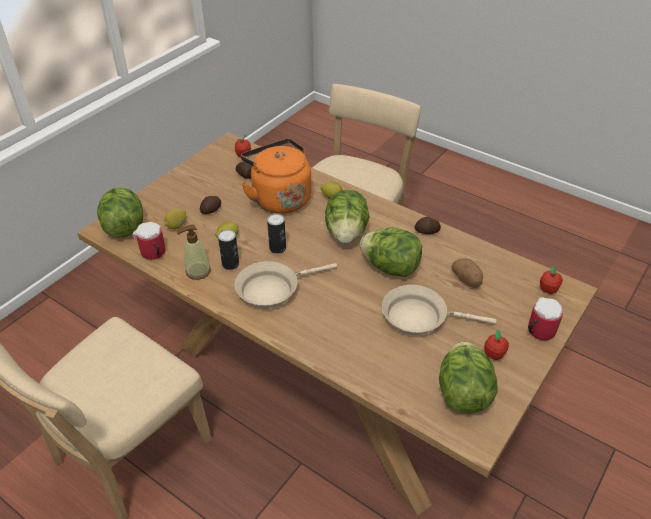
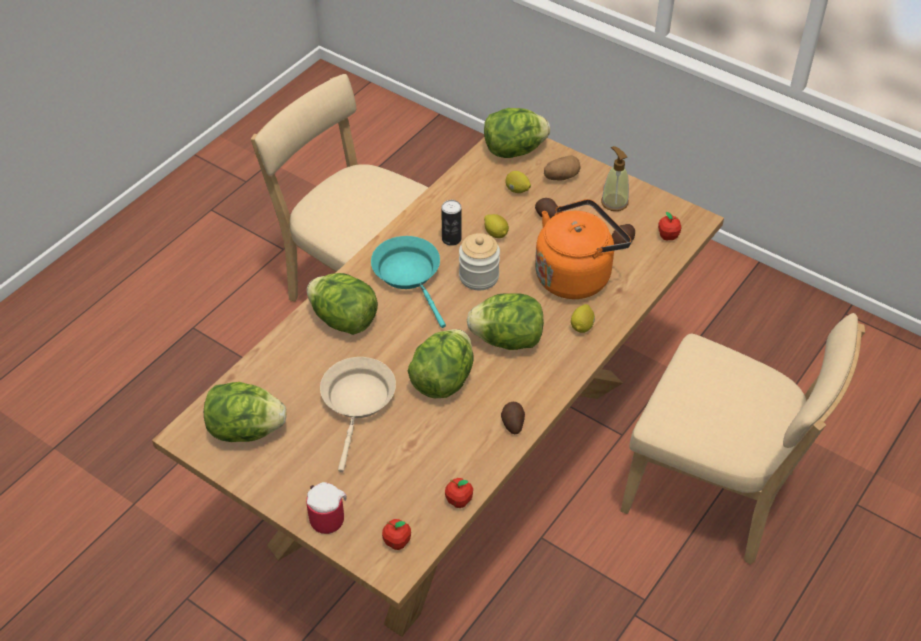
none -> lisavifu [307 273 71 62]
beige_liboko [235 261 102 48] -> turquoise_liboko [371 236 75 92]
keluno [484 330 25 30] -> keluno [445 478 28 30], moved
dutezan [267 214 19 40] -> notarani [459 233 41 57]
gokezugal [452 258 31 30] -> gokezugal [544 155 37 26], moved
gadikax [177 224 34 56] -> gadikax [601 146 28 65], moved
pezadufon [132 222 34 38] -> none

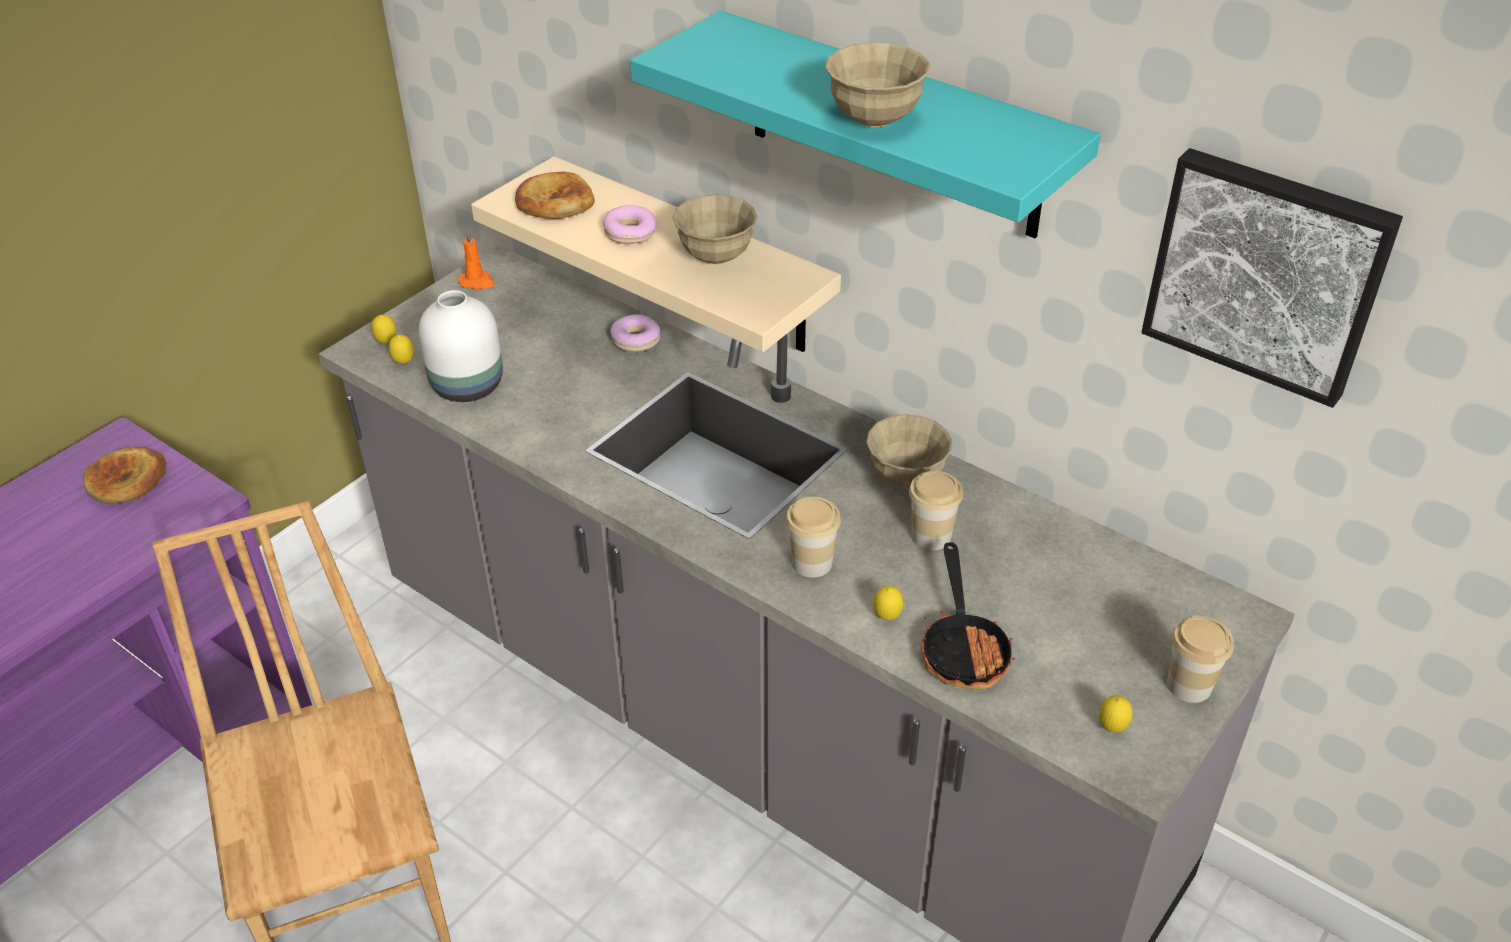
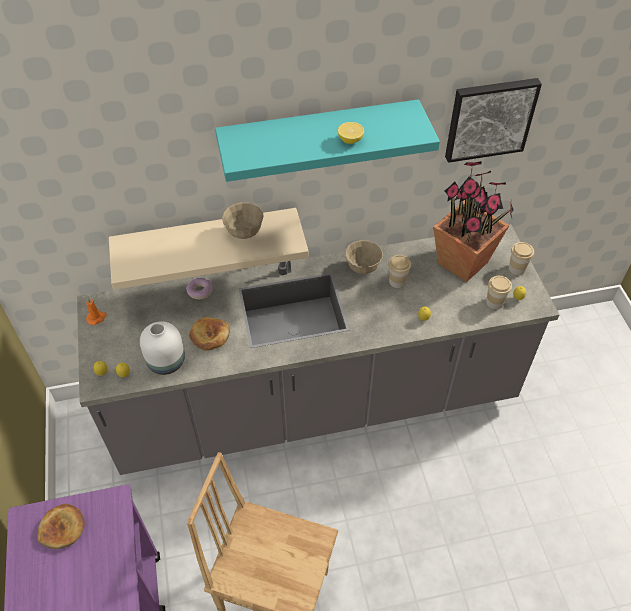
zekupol [515 172 79 47] -> zekupol [189 317 41 34], moved
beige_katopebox [825 42 105 85] -> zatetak [338 122 26 22]
none -> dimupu [433 161 81 121]
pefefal [786 497 55 81] -> pefefal [486 276 26 33], moved
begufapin [603 205 53 39] -> none
liboko [920 542 95 148] -> none

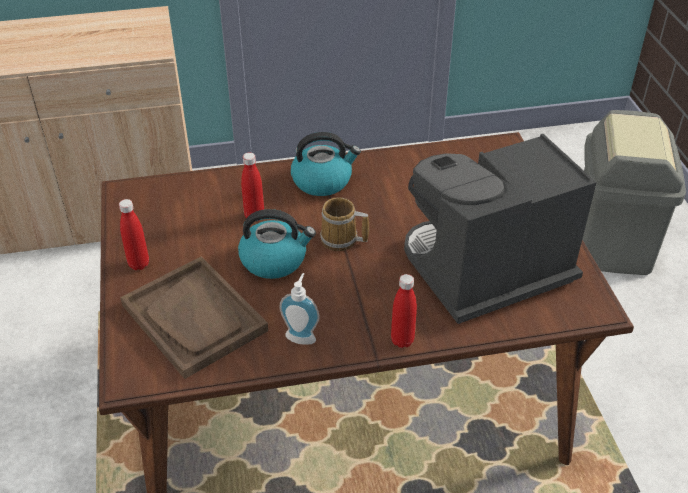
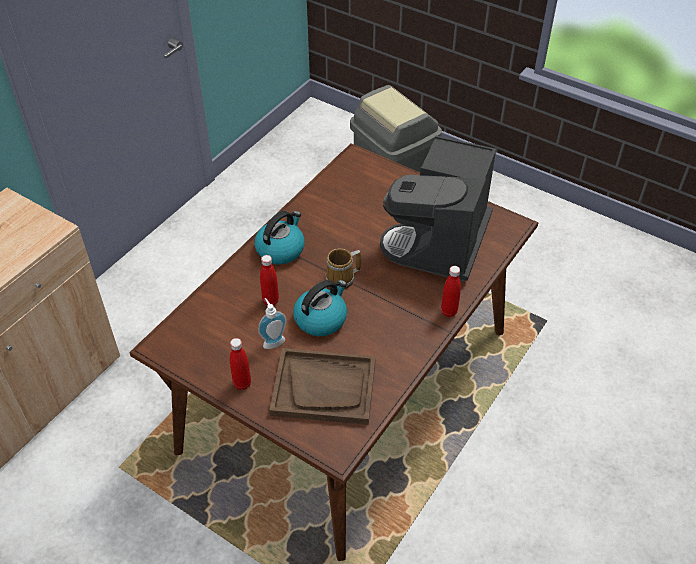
gadikax [279 273 41 72] -> gadikax [258 298 29 51], moved

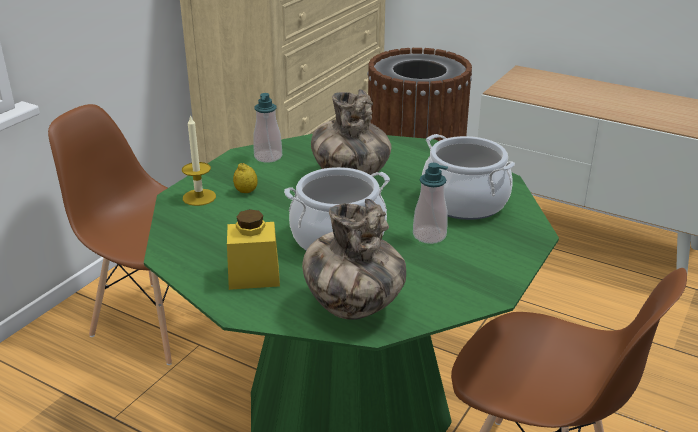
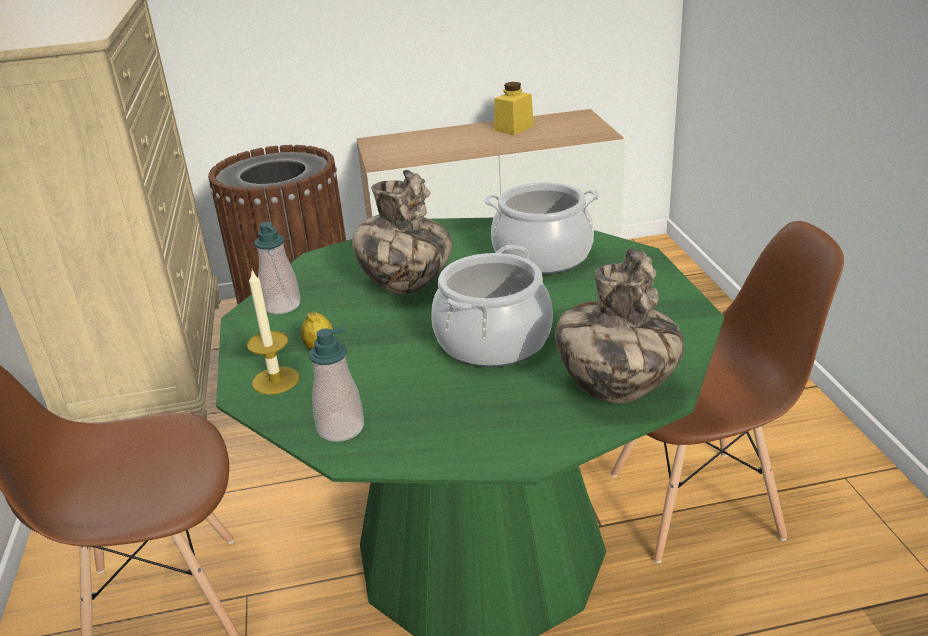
gadikax [413 163 35 81] -> gadikax [309 327 55 115], moved
yellow_notarani [227 209 53 81] -> yellow_notarani [494 82 40 53], moved

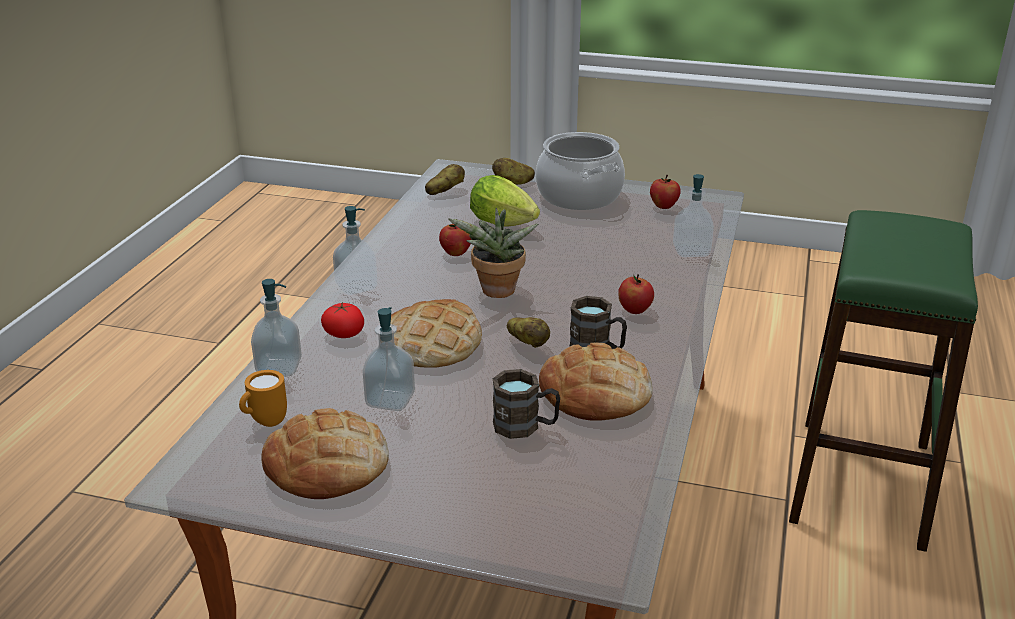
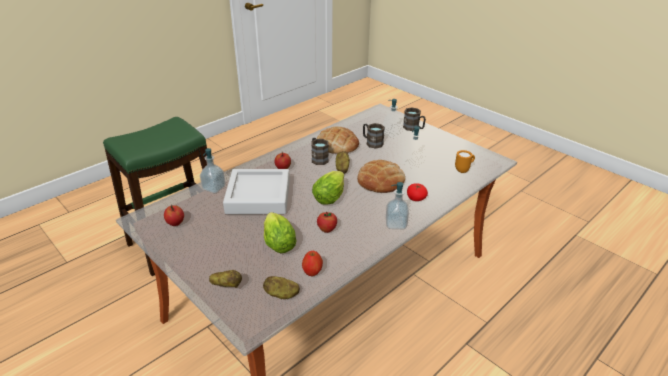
none -> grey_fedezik [223 169 67 45]
none -> keluno [302 251 21 25]
dimupu [448 208 90 90] -> lisavifu [312 171 32 34]
gadikax [251 279 51 97] -> gadikax [383 99 19 39], moved
none -> brown_pezadufon [403 107 23 24]
zekupol [261 408 128 91] -> none
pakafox [536 132 89 78] -> none

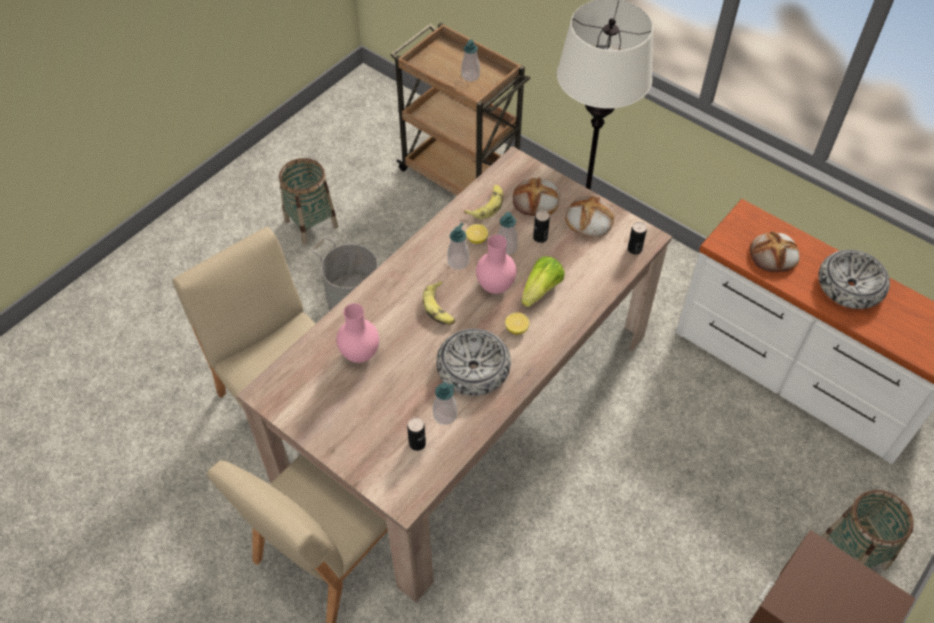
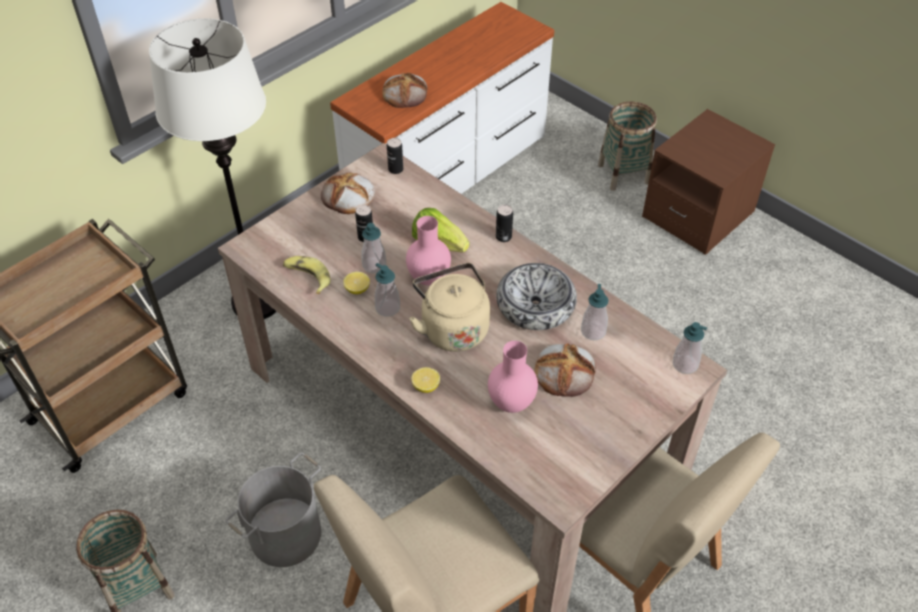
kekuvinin [423 281 33 44] -> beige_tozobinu [409 263 81 89]
zatetak [505 312 24 22] -> zatetak [411 367 29 26], moved
dutezan [407 418 19 33] -> dutezan [496 205 17 37], moved
zekupol [512 177 48 39] -> zekupol [534 343 62 54], moved
gadikax [461 39 19 42] -> gadikax [673 322 34 52], moved
katopebox [818 250 72 59] -> none

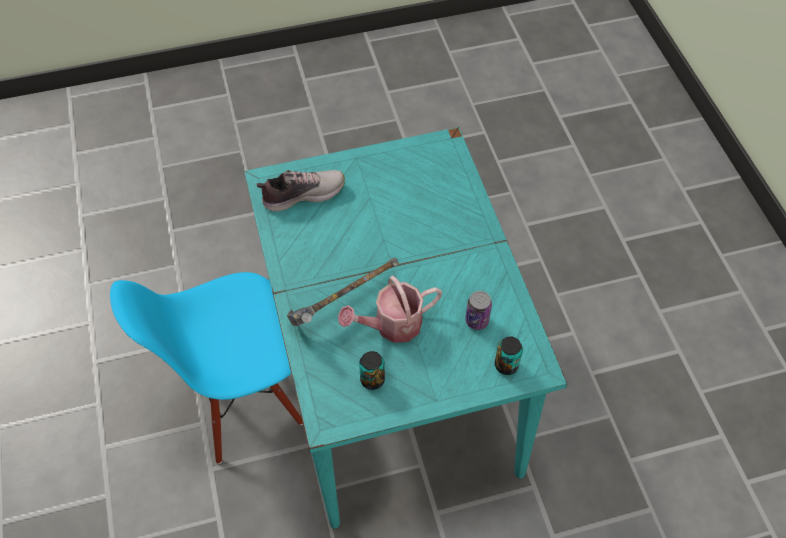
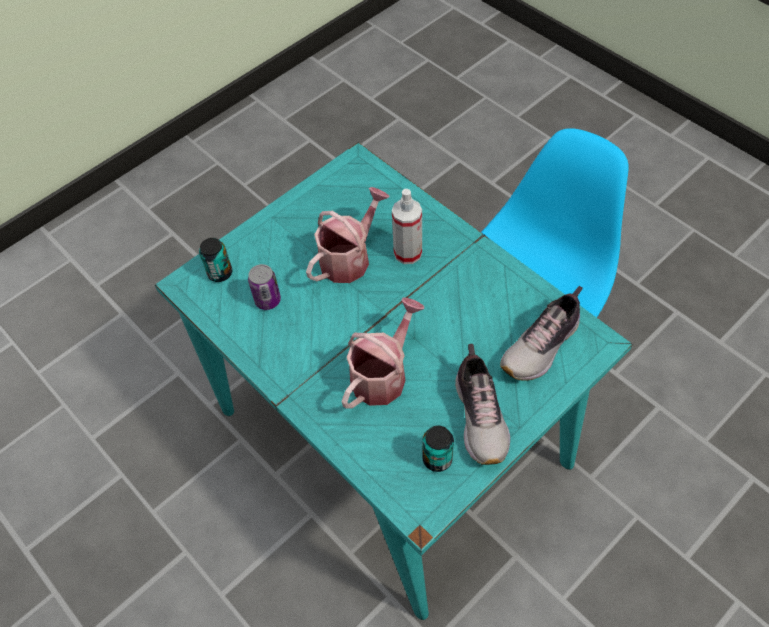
none -> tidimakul [342 298 82 111]
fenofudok [287 258 112 68] -> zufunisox [392 189 30 75]
dutezan [359 351 26 39] -> dutezan [422 426 32 46], moved
none -> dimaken [455 344 55 121]

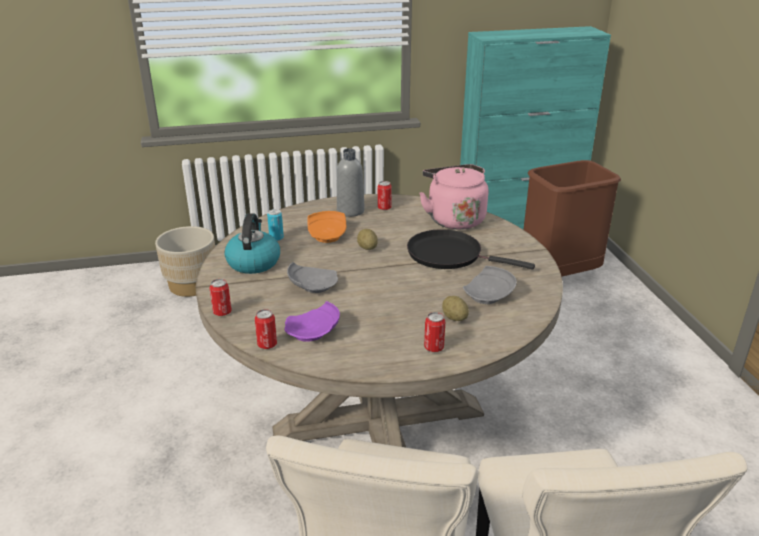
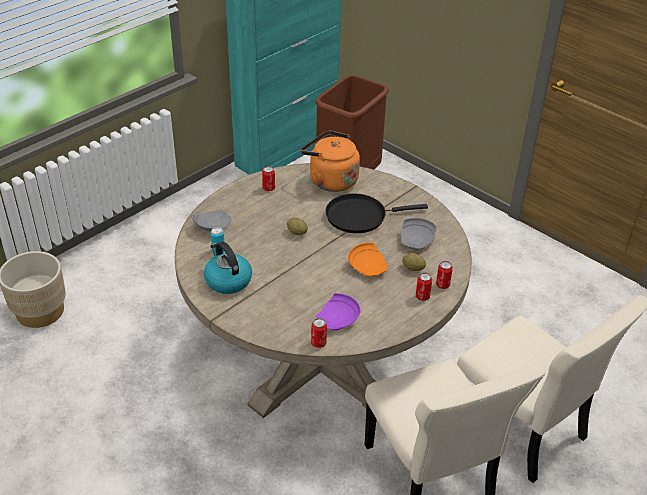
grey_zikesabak [287 262 51 31] -> grey_zikesabak [192 210 40 22], moved
pink_tozobinu [419 164 69 65] -> orange_tozobinu [301 131 59 61]
orange_zikesabak [307 211 39 32] -> orange_zikesabak [348 242 40 35], moved
dutezan [210 279 22 37] -> dutezan [436 261 17 28], moved
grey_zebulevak [337 148 28 69] -> none

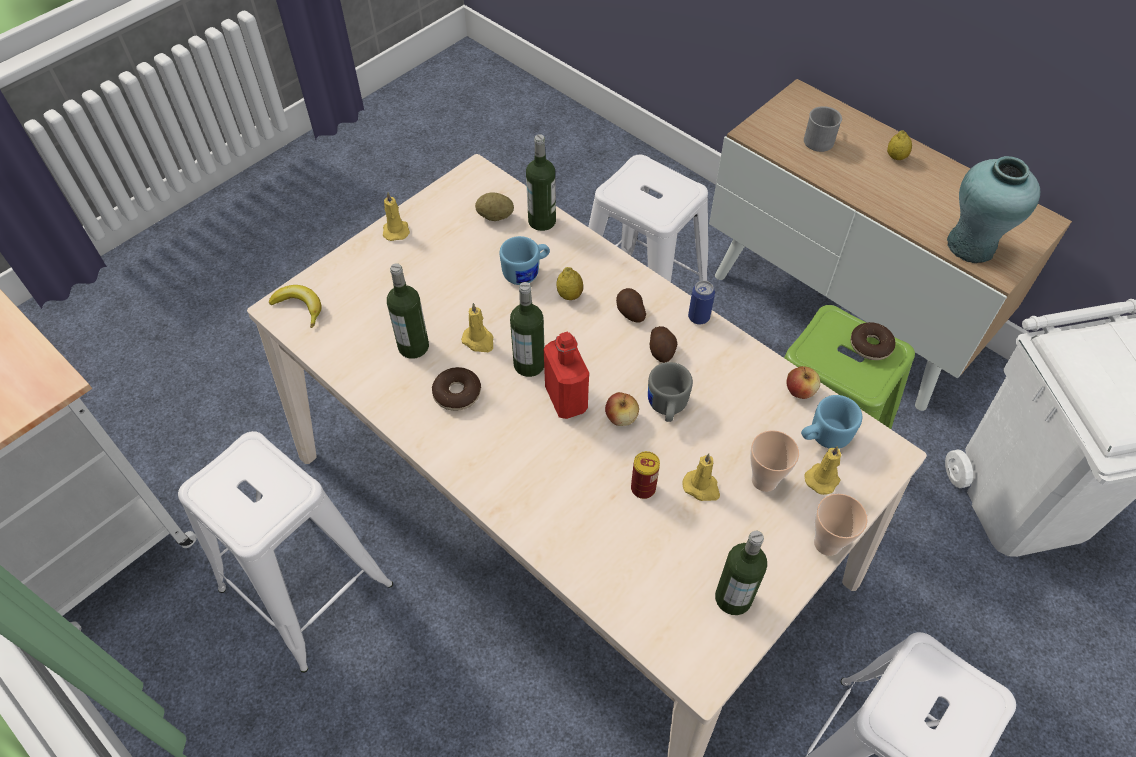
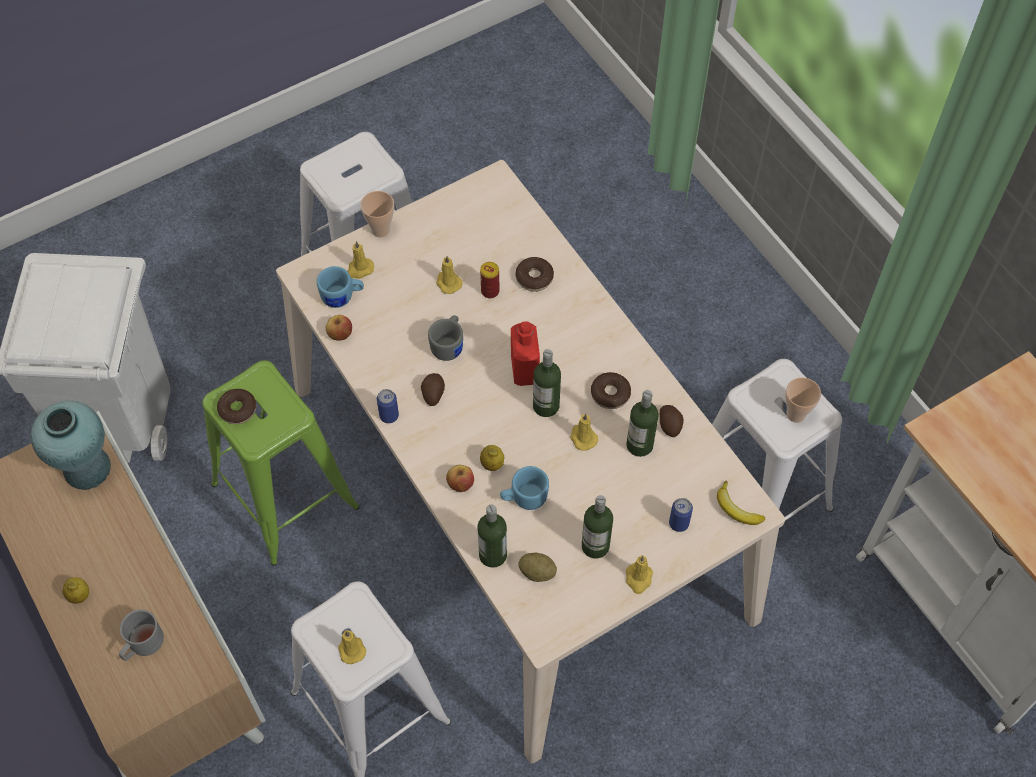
none -> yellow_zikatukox [338 630 29 34]
keluno [605 392 34 34] -> keluno [446 465 28 27], moved
none -> begufapin [516 257 38 34]
zebulevak [715 531 52 84] -> zebulevak [582 495 31 64], moved
gokezugal [616 288 30 35] -> gokezugal [660 405 24 32], moved
none -> dutezan [669 498 24 34]
pefefal [750 430 49 62] -> pefefal [785 377 36 46], moved

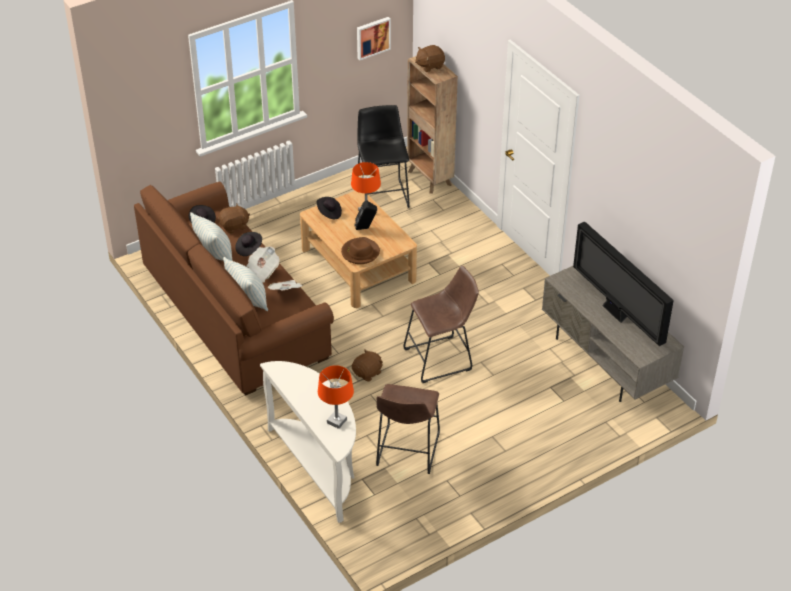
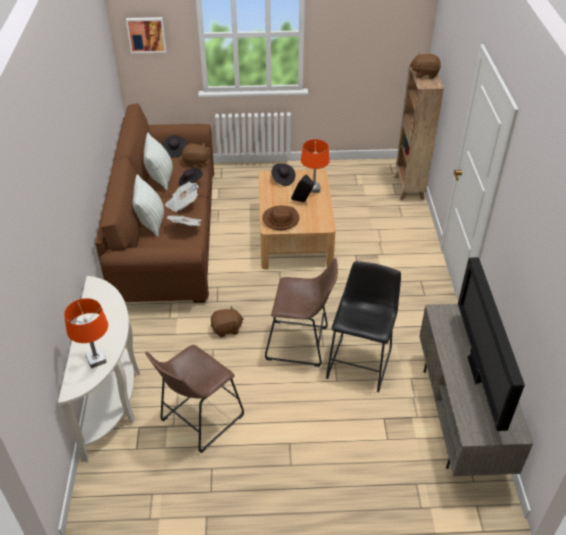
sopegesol [357 17 34 43] -> sopegesol [126 17 41 36], moved
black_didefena [357 105 53 103] -> black_didefena [326 261 75 131], moved

